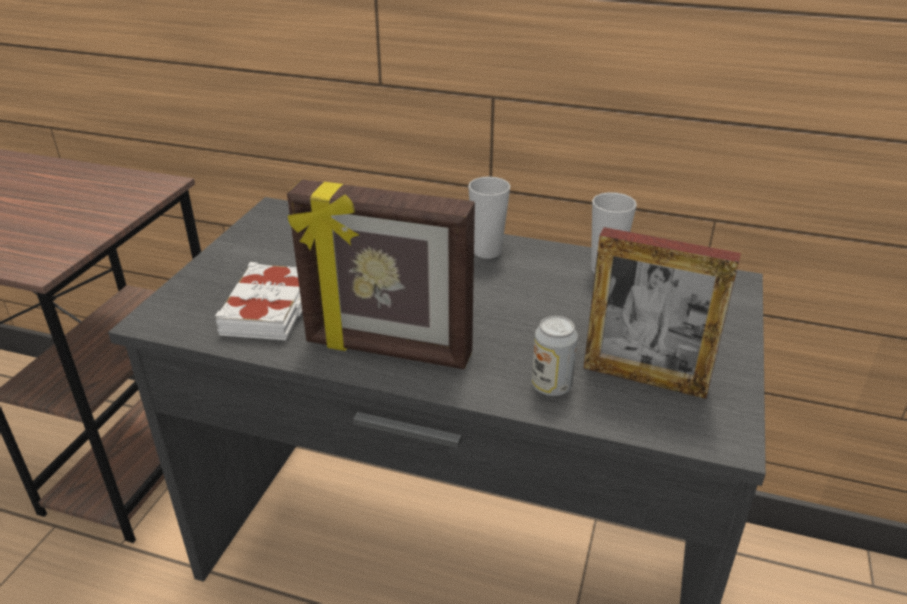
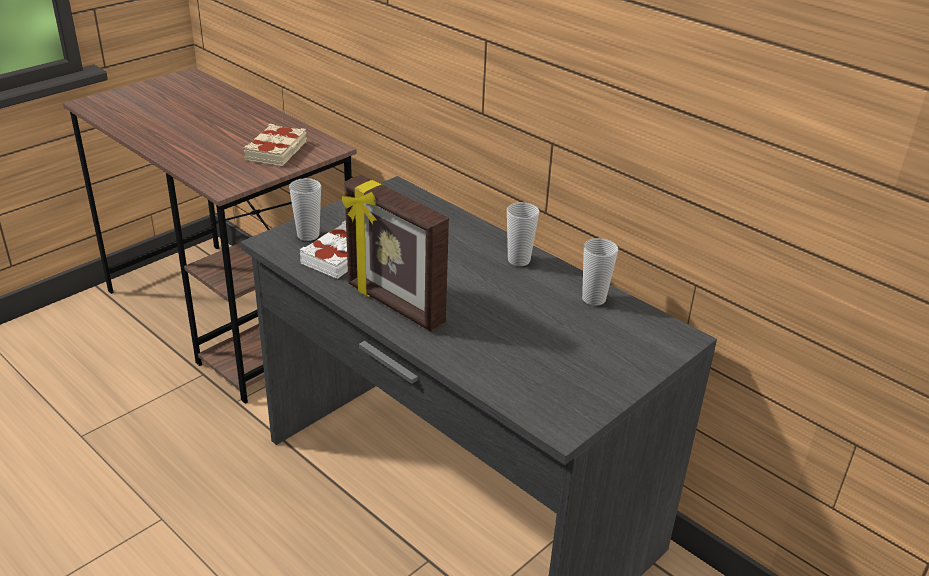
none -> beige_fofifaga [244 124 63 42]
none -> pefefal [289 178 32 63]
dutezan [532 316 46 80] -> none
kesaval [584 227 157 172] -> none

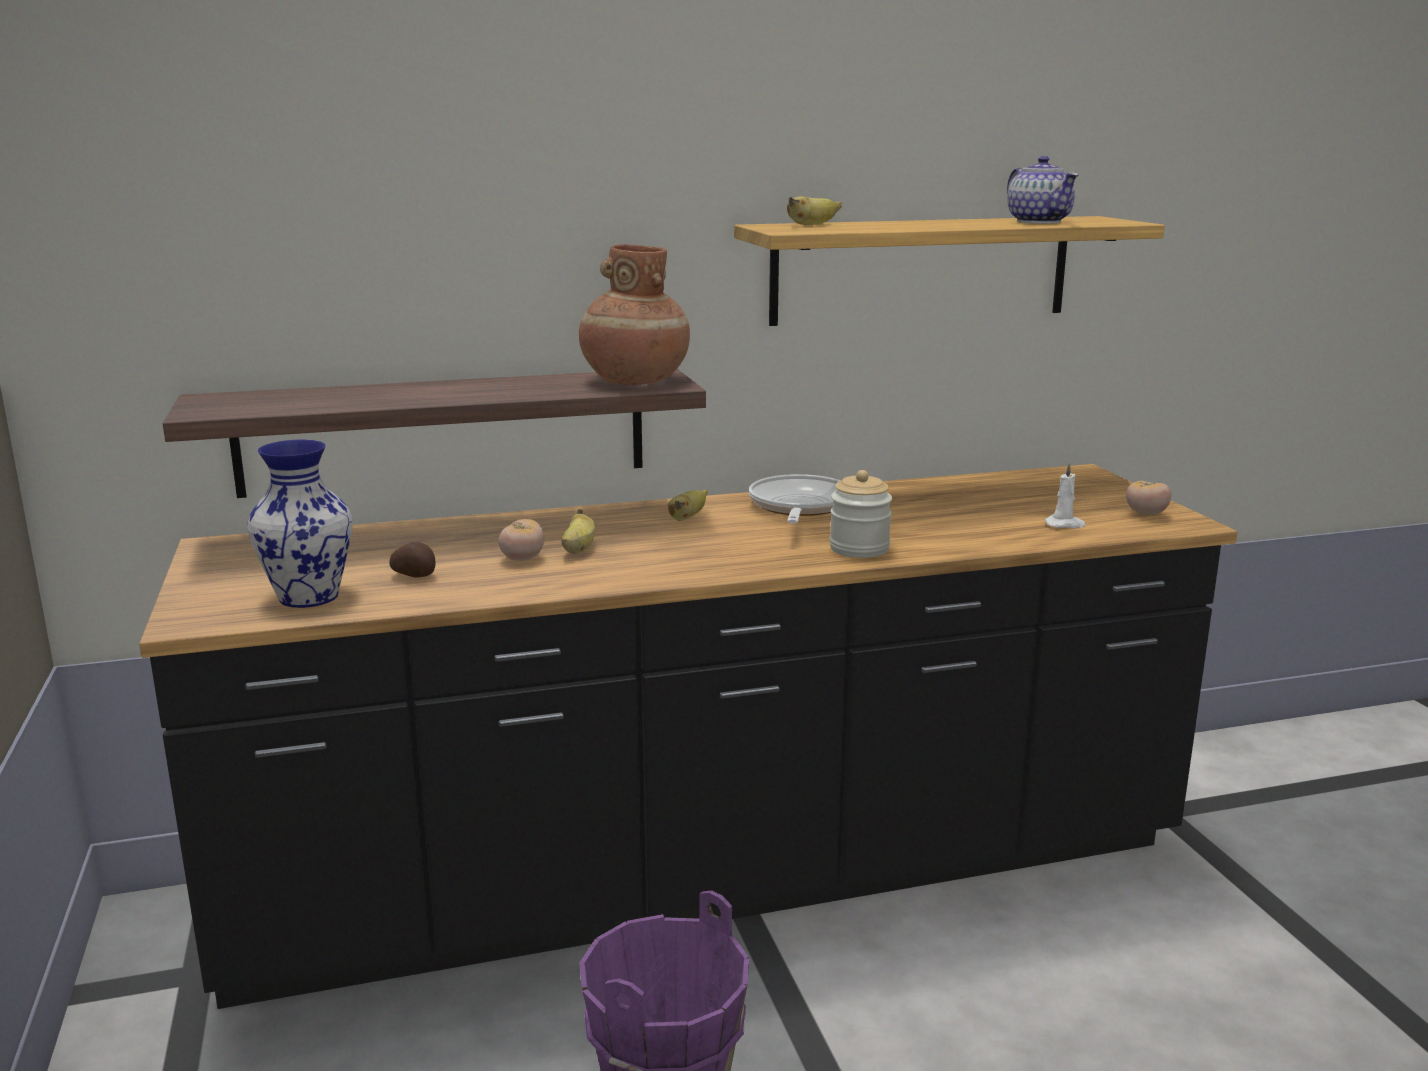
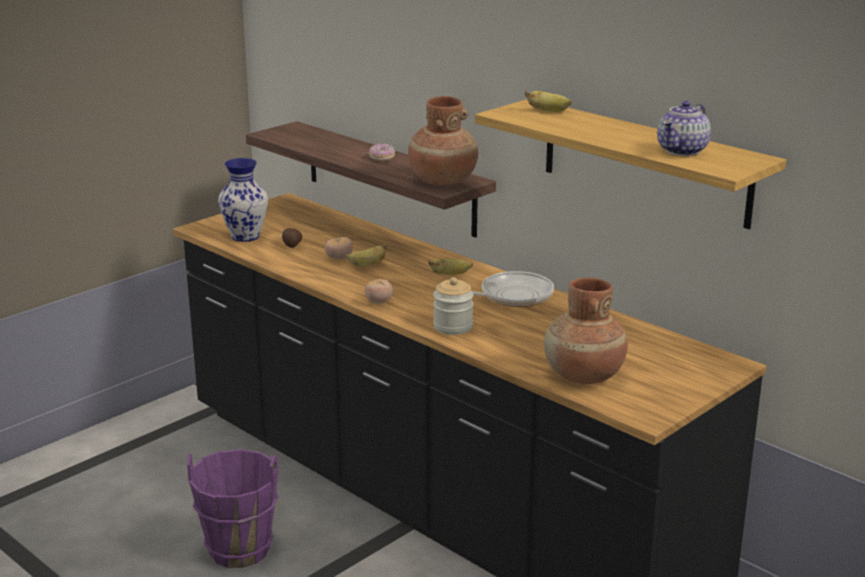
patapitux [1126 481 45 35] -> patapitux [365 279 28 25], moved
none -> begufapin [369 143 26 18]
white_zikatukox [1045 462 41 66] -> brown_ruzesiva [544 277 84 107]

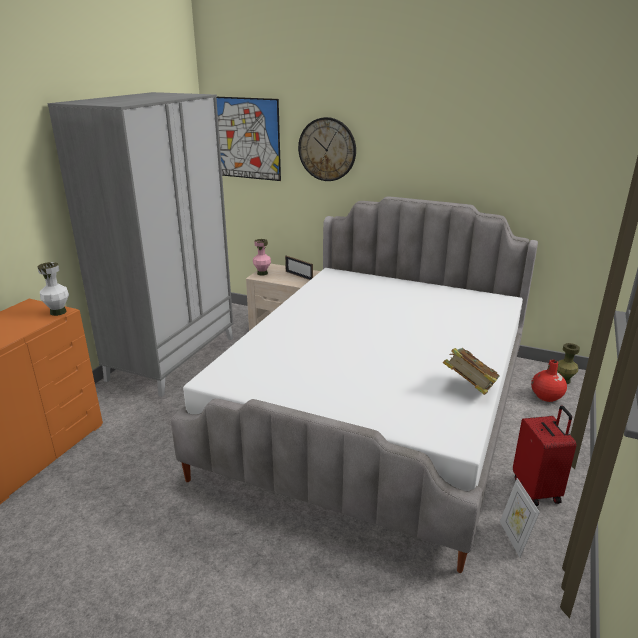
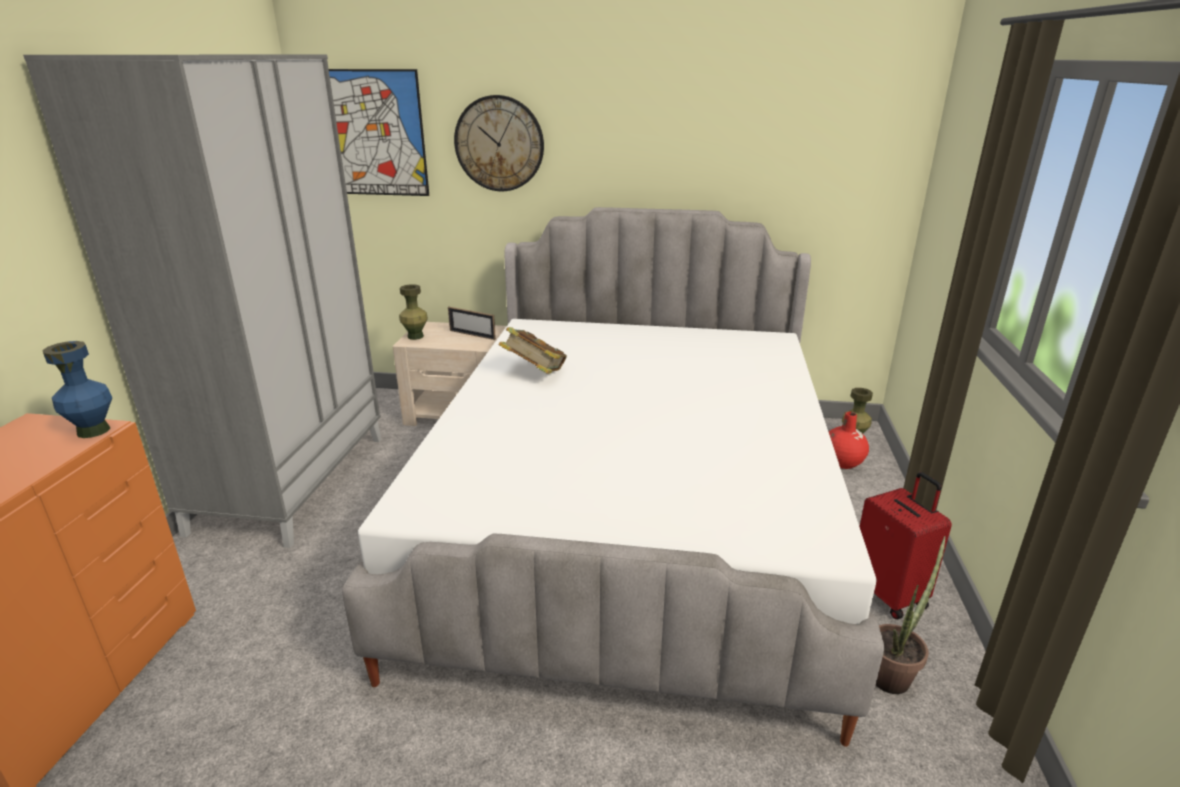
white_ruzesiva [37 262 32 54] -> blue_ruzesiva [42 341 70 97]
pink_ruzesiva [253 239 18 37] -> green_ruzesiva [399 284 29 56]
fofifaga [443 348 57 47] -> fofifaga [498 327 69 47], moved
kesaval [500 478 40 79] -> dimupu [876 536 70 158]

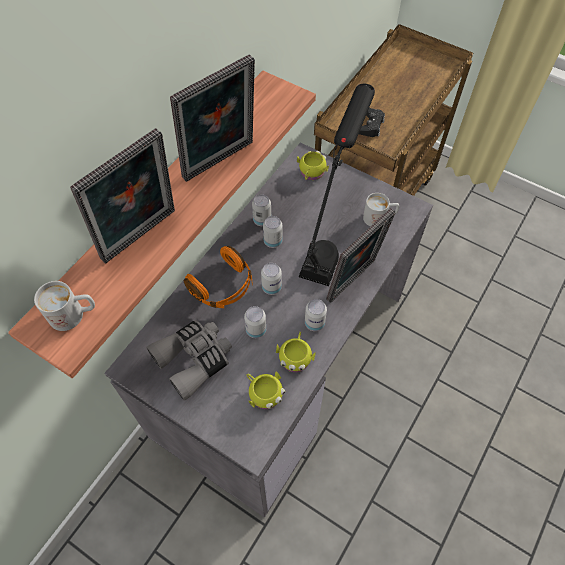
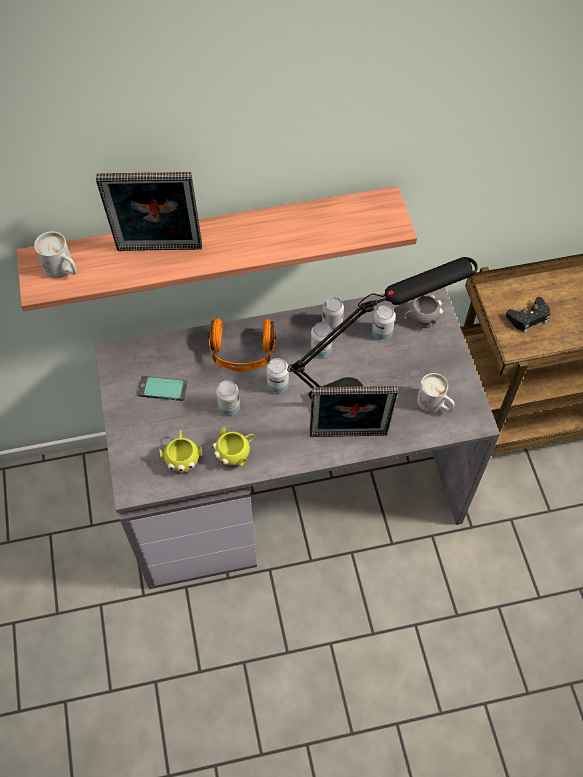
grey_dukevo [146 320 86 81] -> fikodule [138 376 50 25]
dutezan [305 299 22 32] -> dutezan [372 305 23 35], moved
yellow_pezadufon [297 151 32 29] -> grey_pezadufon [403 295 40 33]
kesaval [170 54 85 128] -> none

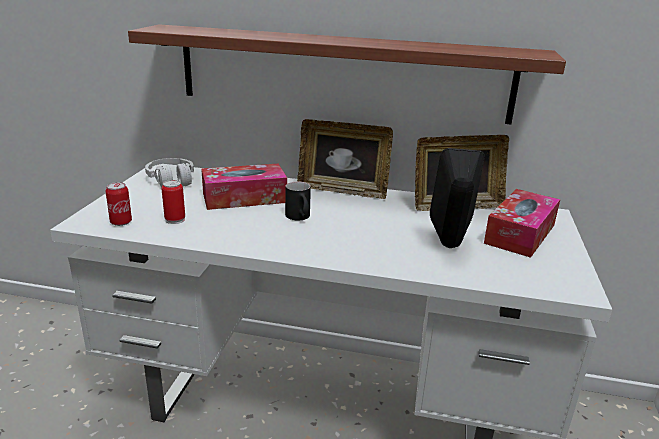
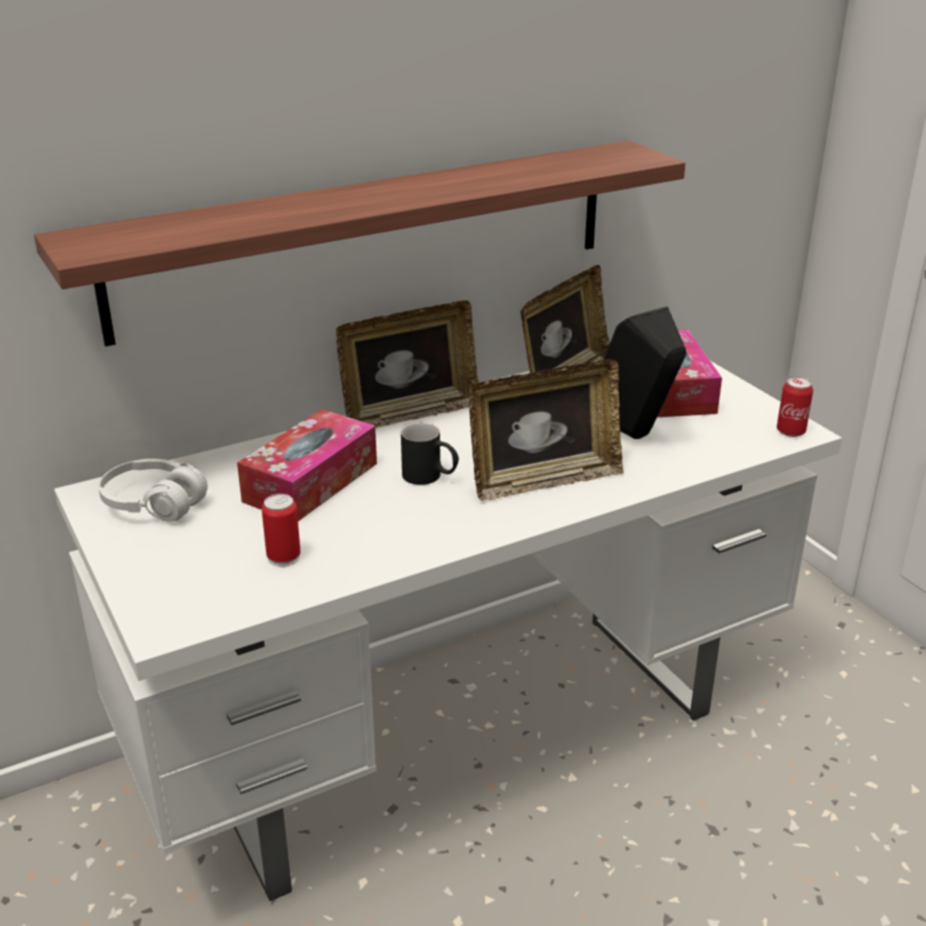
none -> kesaval [469 359 155 142]
dutezan [106 182 26 44] -> dutezan [777 377 36 60], moved

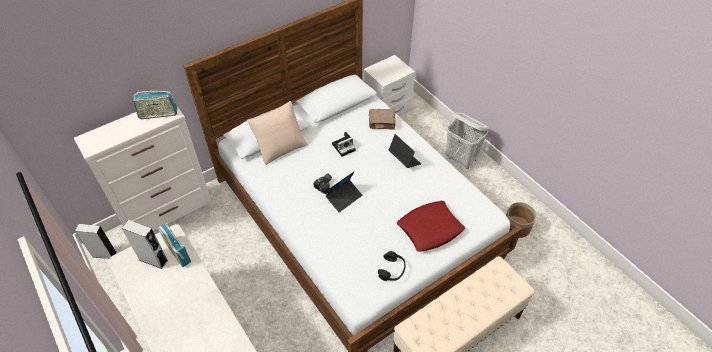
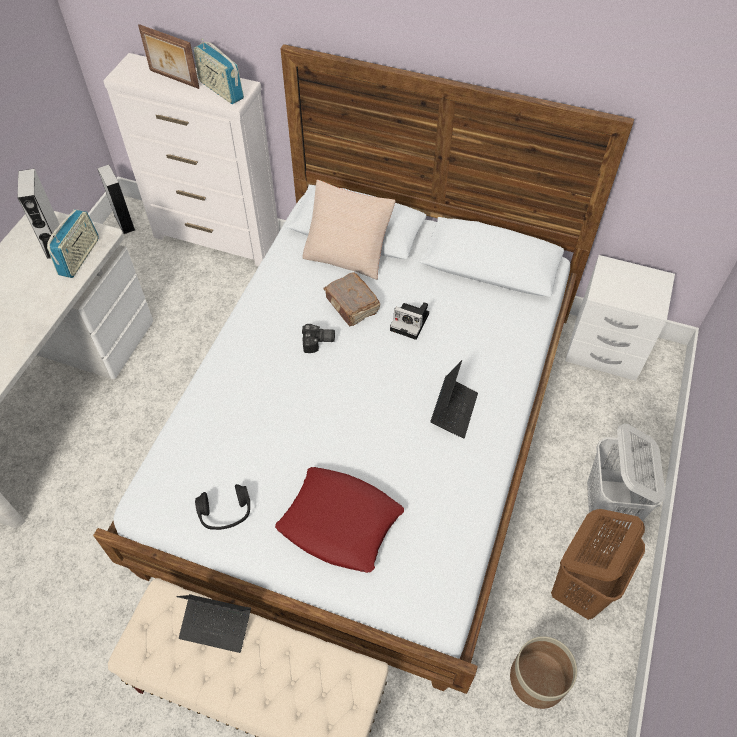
none -> kesaval [138 24 61 65]
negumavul [326 172 36 40] -> negumavul [176 594 75 59], moved
brown_fofifaga [369 109 27 21] -> brown_fofifaga [323 273 57 53], moved
none -> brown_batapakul [551 509 94 111]

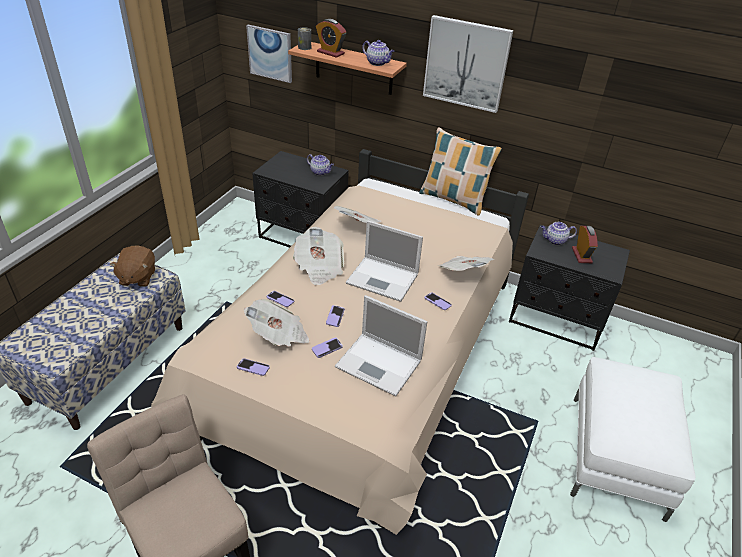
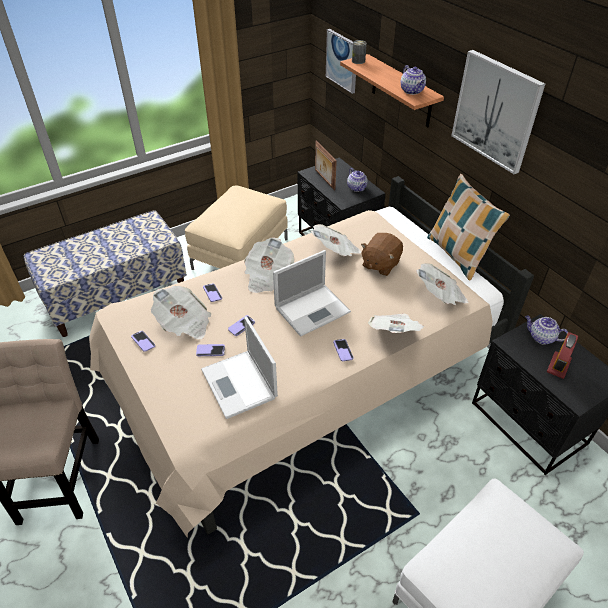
none -> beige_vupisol [185 185 103 85]
negumavul [346 221 77 81] -> negumavul [273 250 78 87], 90 degrees counterclockwise
none -> kesaval [315 140 22 51]
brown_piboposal [110 245 45 42] -> brown_piboposal [361 233 42 43], moved
none -> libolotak [416 263 53 42]
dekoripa [316 19 30 39] -> none

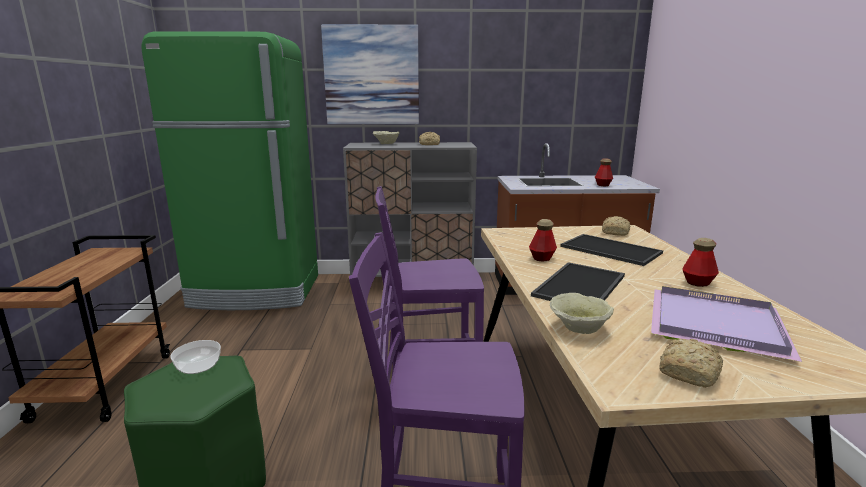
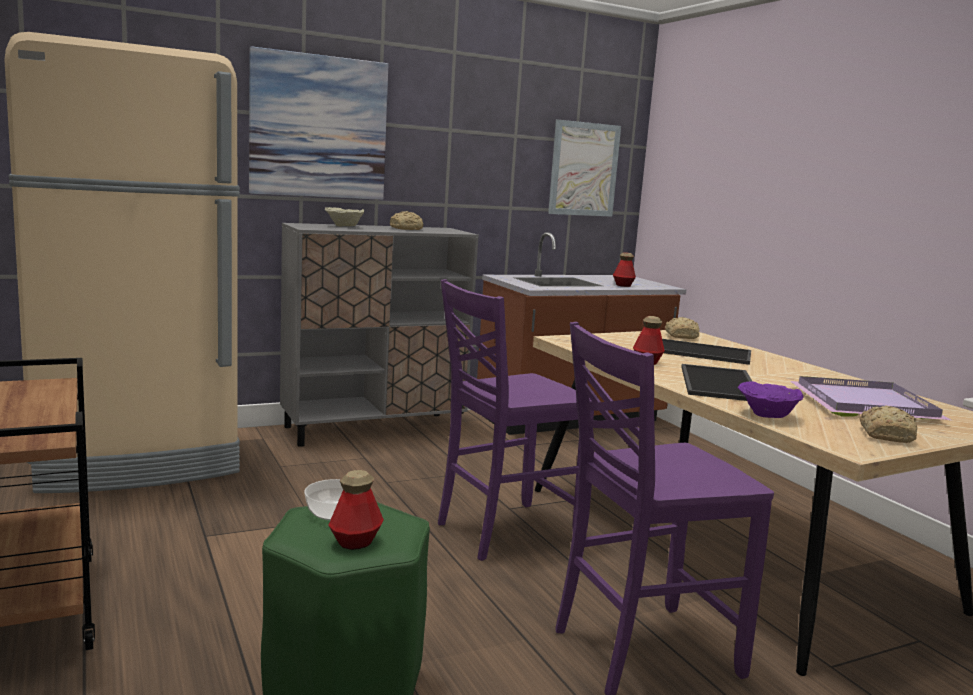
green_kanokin [142 31 176 279] -> beige_kanokin [4 32 236 461]
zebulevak [683 238 36 49] -> zebulevak [328 470 56 80], moved
none -> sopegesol [548 120 73 97]
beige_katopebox [550 293 64 41] -> purple_katopebox [738 381 65 37]

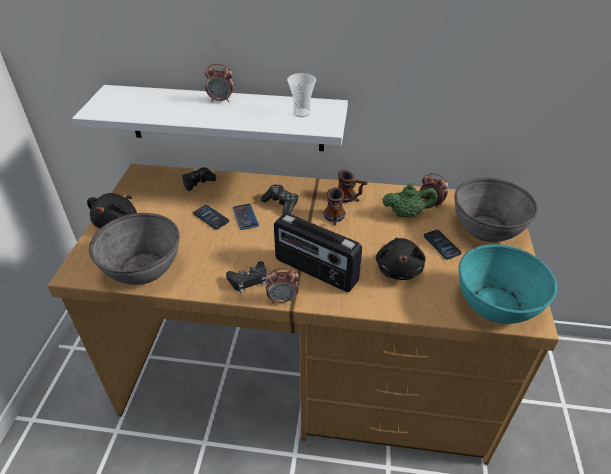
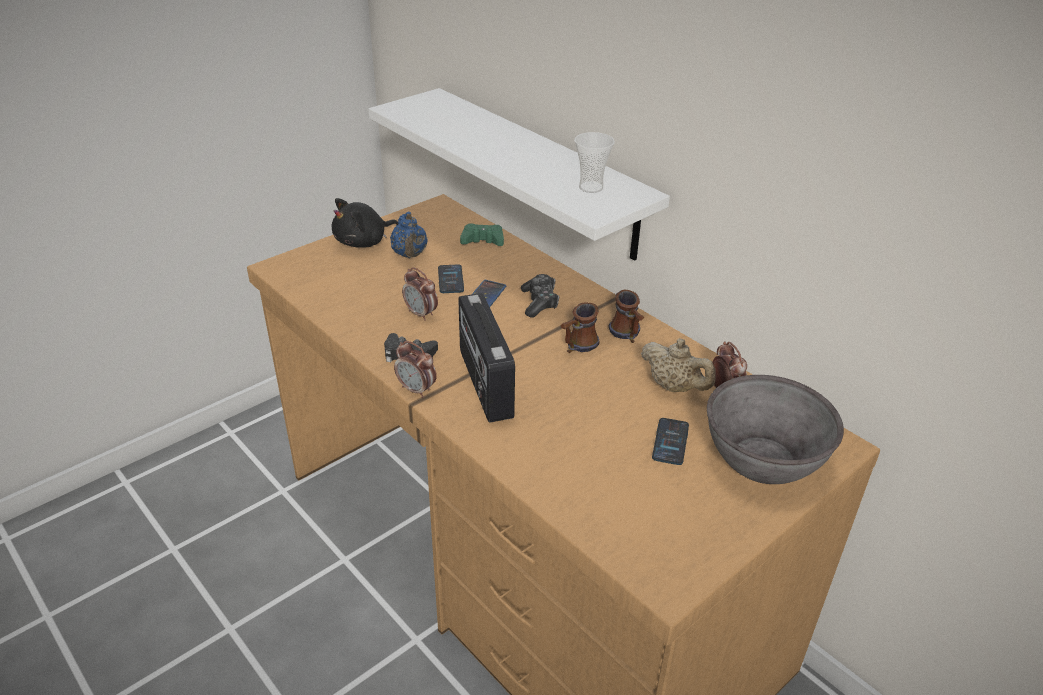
none -> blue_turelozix [390 212 38 46]
dekoripa [205 63 29 39] -> dekoripa [402 268 36 53], moved
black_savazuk [182 167 34 24] -> green_savazuk [460 223 44 23]
green_turelozix [382 183 55 35] -> beige_turelozix [641 338 75 54]
grey_katopebox [89 213 91 72] -> none
black_piboposal [376 238 50 42] -> none
turquoise_katopebox [458 244 99 80] -> none

